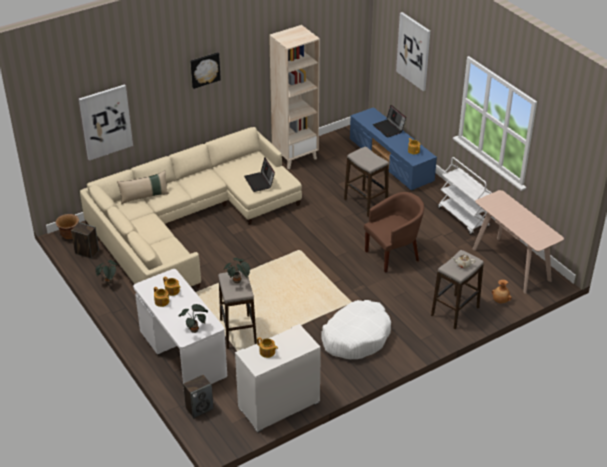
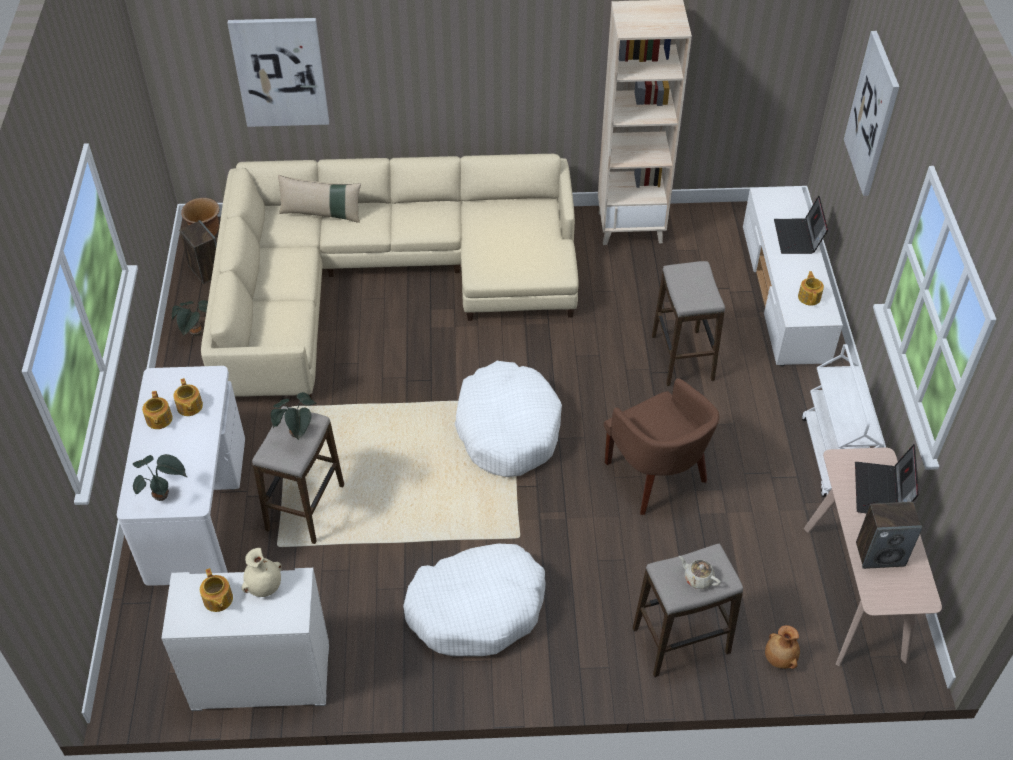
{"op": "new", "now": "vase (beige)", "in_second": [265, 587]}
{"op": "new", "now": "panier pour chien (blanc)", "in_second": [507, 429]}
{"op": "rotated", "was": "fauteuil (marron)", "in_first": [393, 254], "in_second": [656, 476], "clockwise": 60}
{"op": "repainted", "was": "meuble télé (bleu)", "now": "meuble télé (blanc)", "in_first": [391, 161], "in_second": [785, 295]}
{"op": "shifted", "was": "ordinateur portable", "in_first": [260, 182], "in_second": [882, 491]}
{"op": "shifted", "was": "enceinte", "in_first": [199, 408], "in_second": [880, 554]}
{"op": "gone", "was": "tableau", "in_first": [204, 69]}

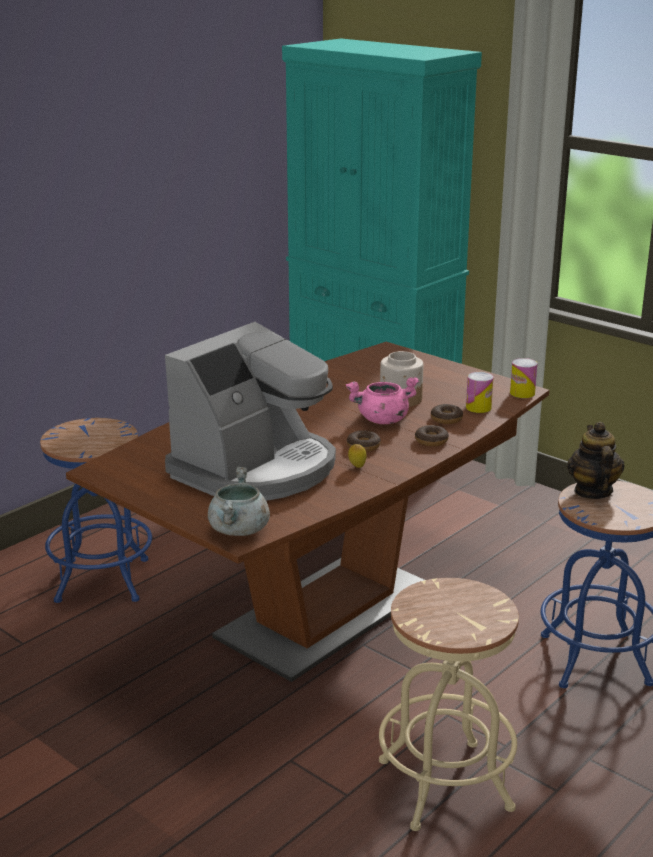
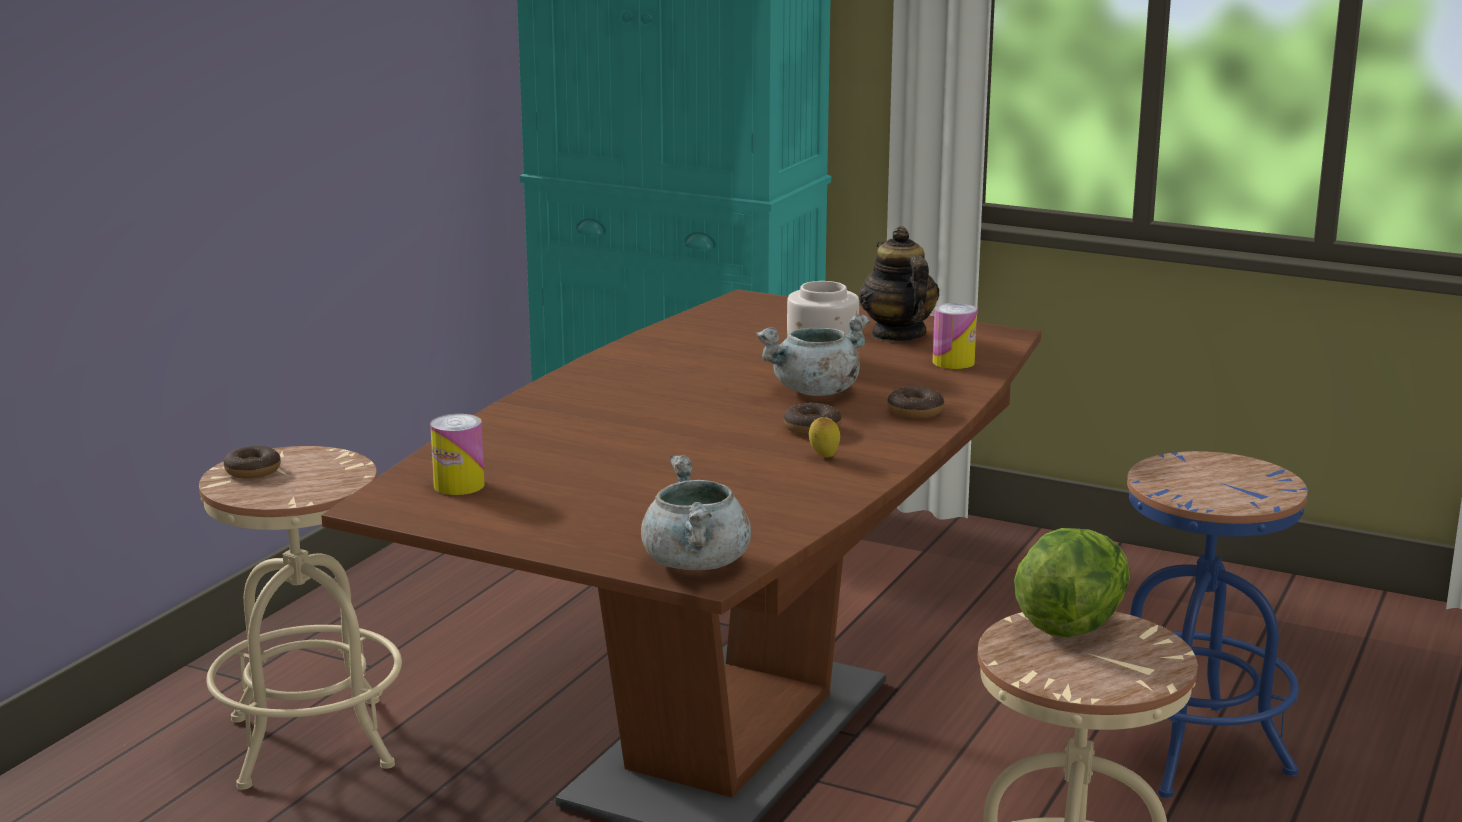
{"op": "repainted", "was": "tabouret (bleu)", "now": "tabouret (beige)", "in_first": [102, 580], "in_second": [311, 743]}
{"op": "shifted", "was": "beignet", "in_first": [446, 419], "in_second": [253, 471]}
{"op": "shifted", "was": "boîte métallique", "in_first": [522, 393], "in_second": [459, 485]}
{"op": "repainted", "was": "marmite (rose)", "now": "marmite (gris)", "in_first": [382, 420], "in_second": [815, 391]}
{"op": "shifted", "was": "théière", "in_first": [592, 491], "in_second": [897, 335]}
{"op": "new", "now": "laitue", "in_second": [1072, 622]}
{"op": "gone", "was": "machine à café", "in_first": [256, 469]}

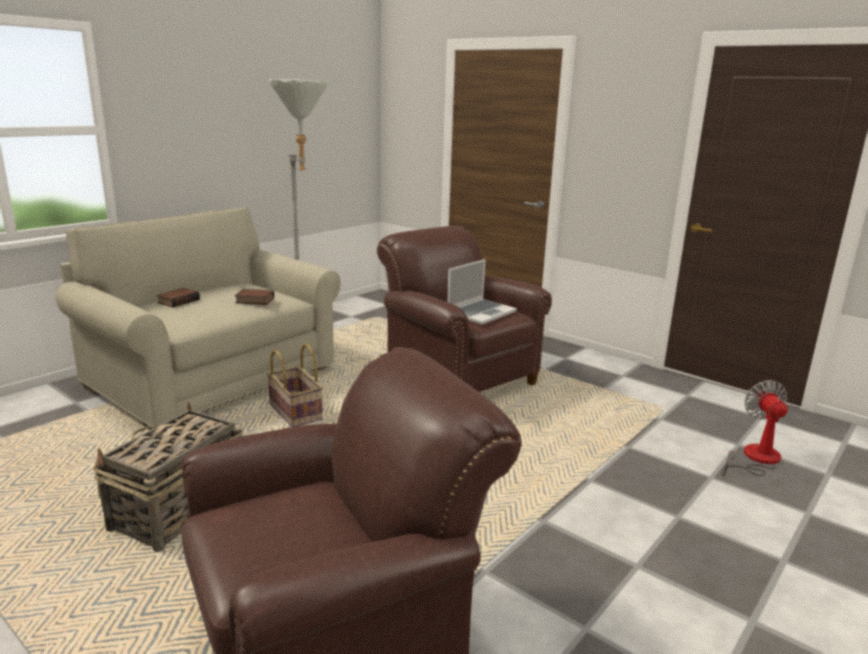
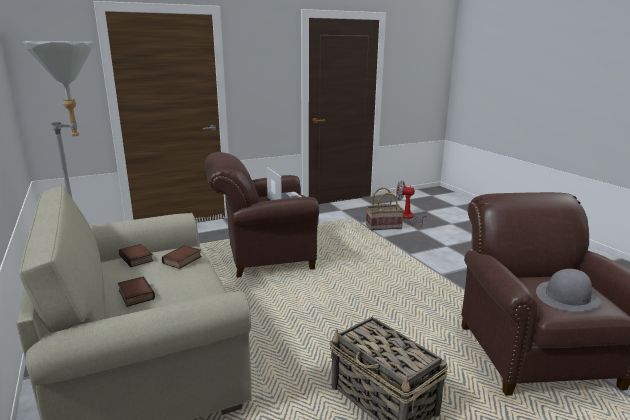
{"op": "new", "now": "livre", "in_second": [137, 258]}
{"op": "shifted", "was": "panier", "in_first": [296, 412], "in_second": [383, 226]}
{"op": "new", "now": "chapeau (gris)", "in_second": [567, 297]}

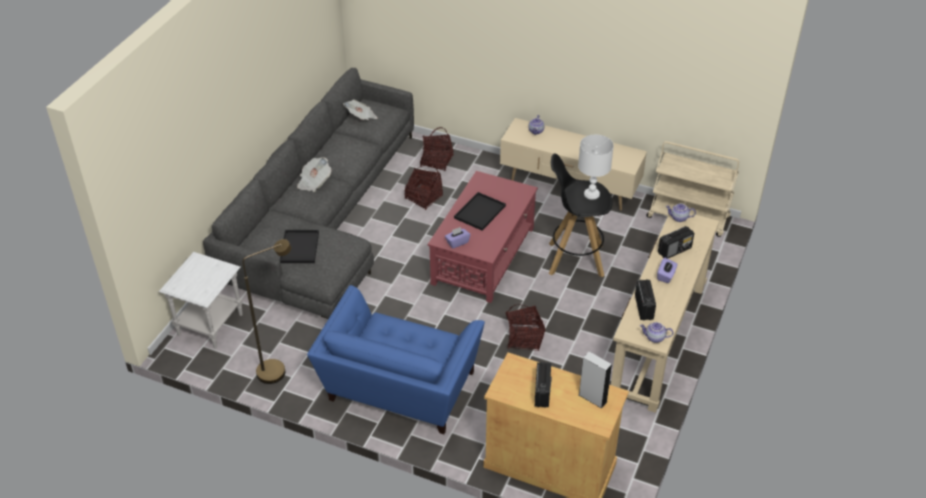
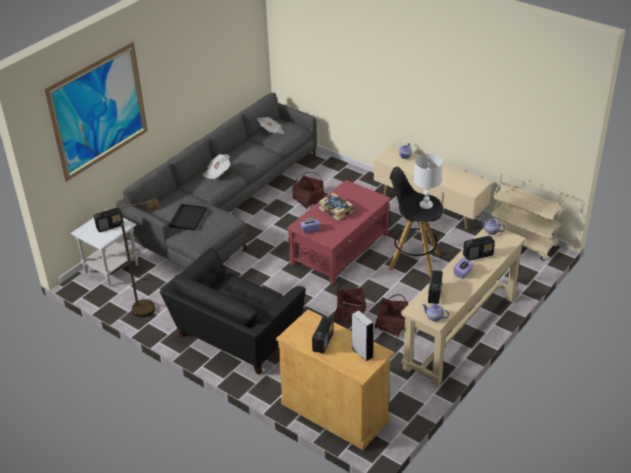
{"op": "new", "now": "tableau", "in_second": [99, 111]}
{"op": "new", "now": "radio", "in_second": [110, 226]}
{"op": "repainted", "was": "fauteuil (bleu)", "now": "fauteuil (noir)", "in_first": [399, 389], "in_second": [237, 336]}
{"op": "swapped", "was": "plateau (noir)", "now": "livre", "in_first": [479, 213], "in_second": [336, 210]}
{"op": "shifted", "was": "panier", "in_first": [437, 161], "in_second": [392, 325]}

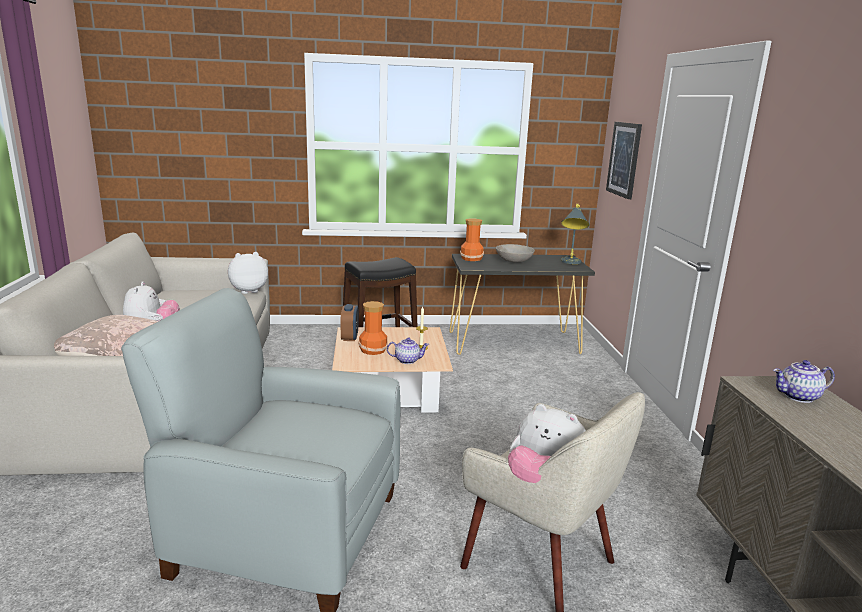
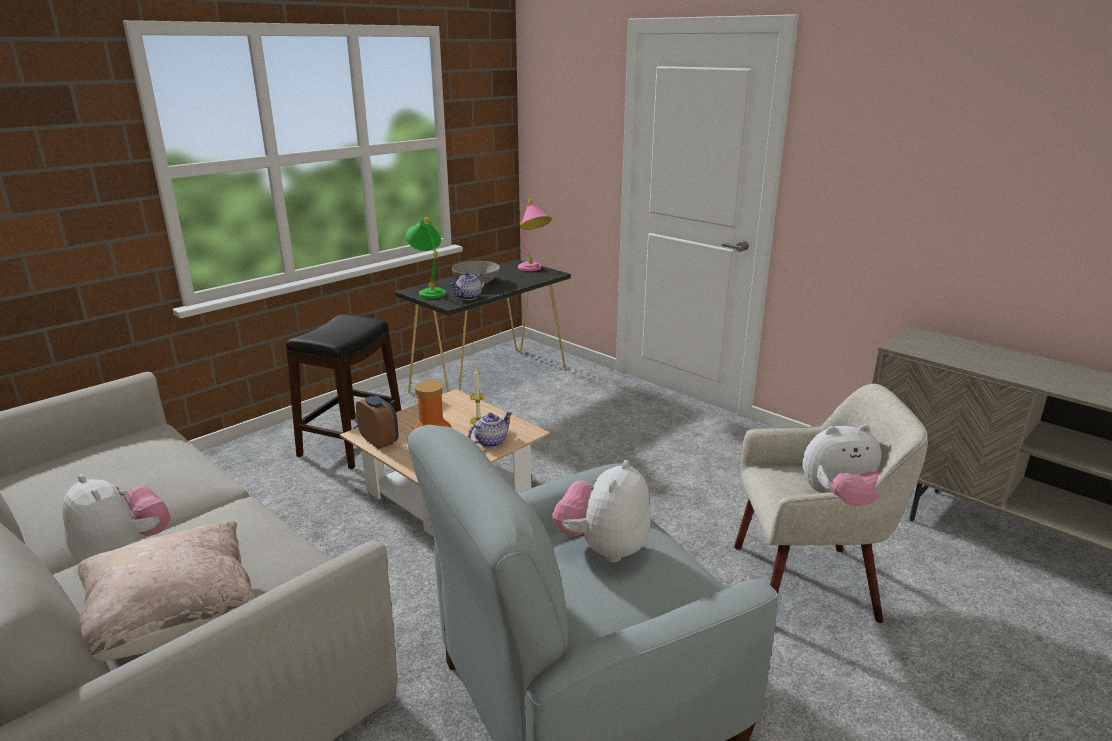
{"op": "swapped", "was": "vase", "now": "lampe de table (vert)", "in_first": [471, 258], "in_second": [429, 291]}
{"op": "shifted", "was": "théière", "in_first": [798, 397], "in_second": [469, 297]}
{"op": "repainted", "was": "lampe de table (gris)", "now": "lampe de table (rose)", "in_first": [570, 263], "in_second": [533, 270]}
{"op": "shifted", "was": "peluche", "in_first": [248, 291], "in_second": [603, 548]}
{"op": "gone", "was": "tableau", "in_first": [624, 159]}

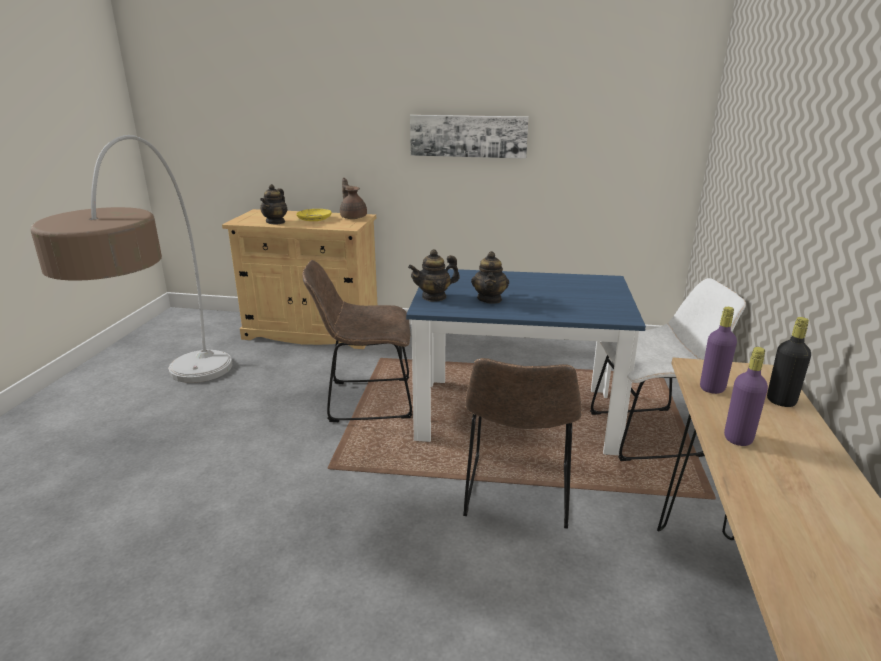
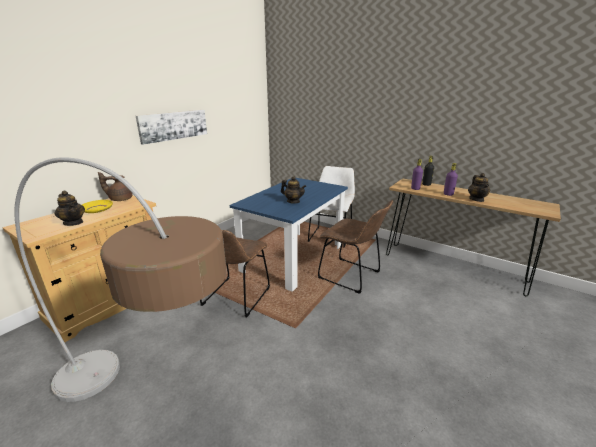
{"op": "shifted", "was": "théière", "in_first": [434, 297], "in_second": [476, 199]}

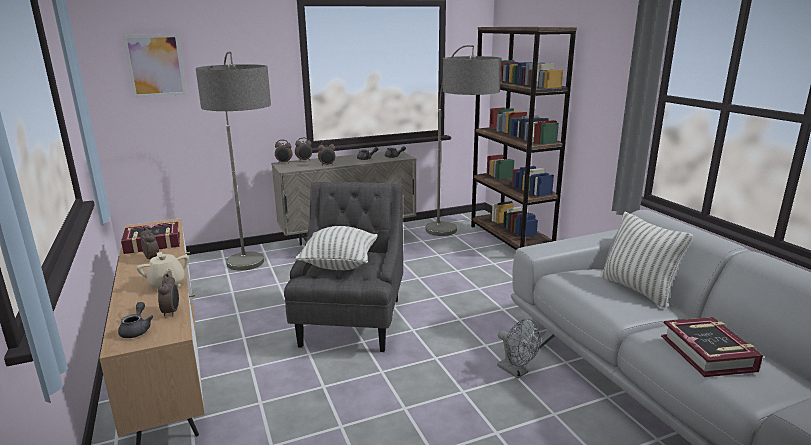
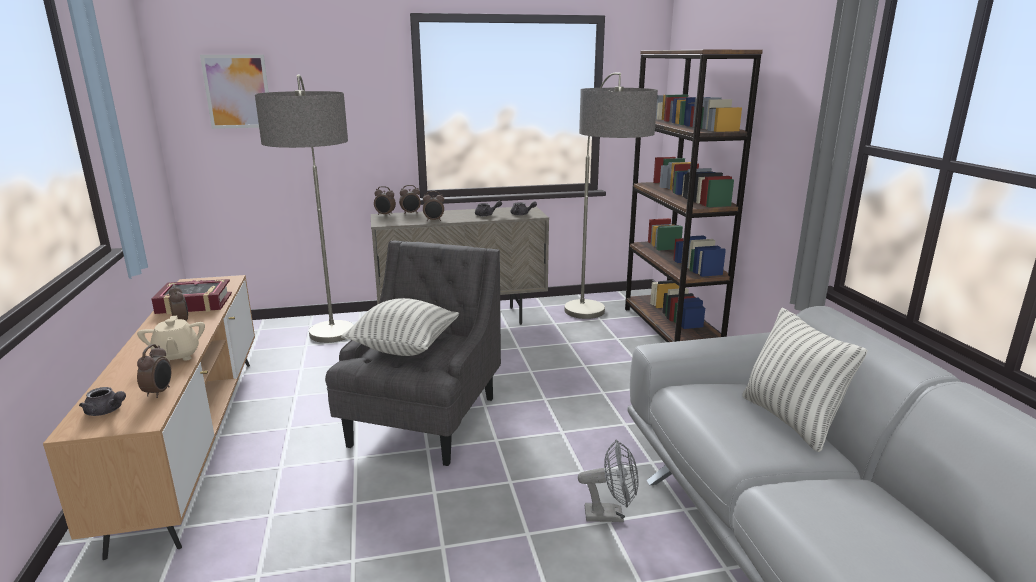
{"op": "rotated", "was": "théière (gris)", "in_first": [137, 330], "in_second": [106, 411], "clockwise": 105}
{"op": "rotated", "was": "ventilateur (gris)", "in_first": [516, 372], "in_second": [610, 515], "clockwise": -60}
{"op": "gone", "was": "livre", "in_first": [708, 353]}

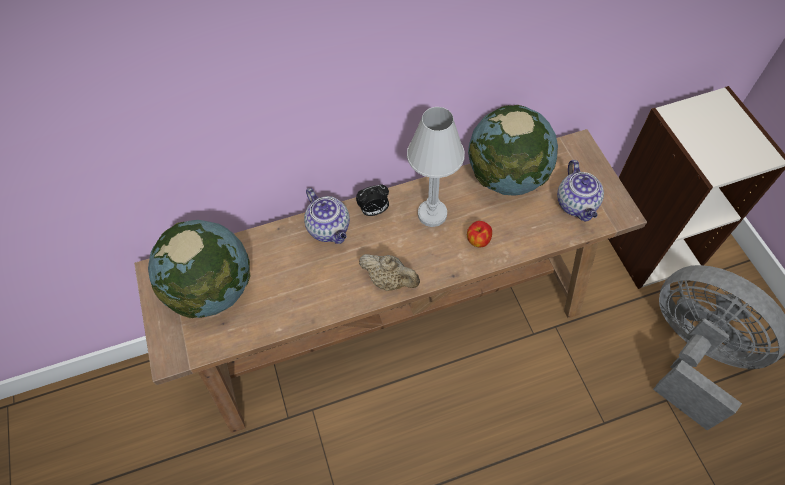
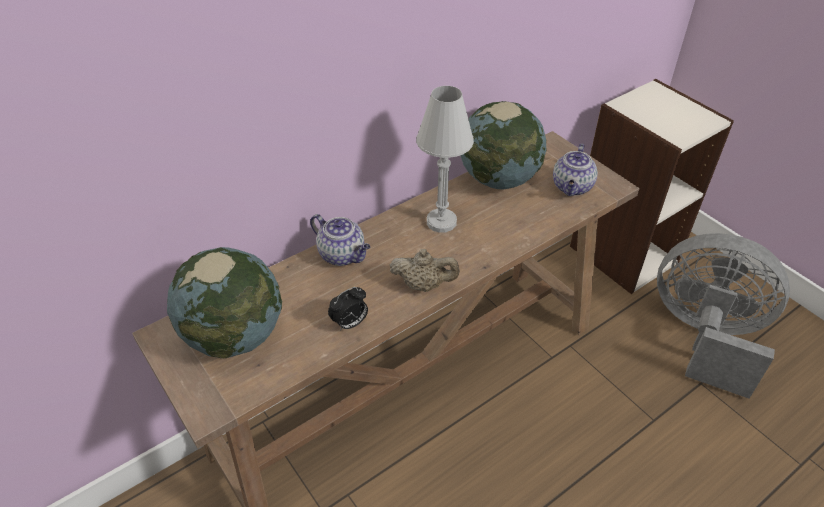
{"op": "shifted", "was": "réveil", "in_first": [374, 211], "in_second": [350, 323]}
{"op": "rotated", "was": "théière", "in_first": [577, 204], "in_second": [572, 187], "clockwise": 45}
{"op": "gone", "was": "pomme", "in_first": [478, 240]}

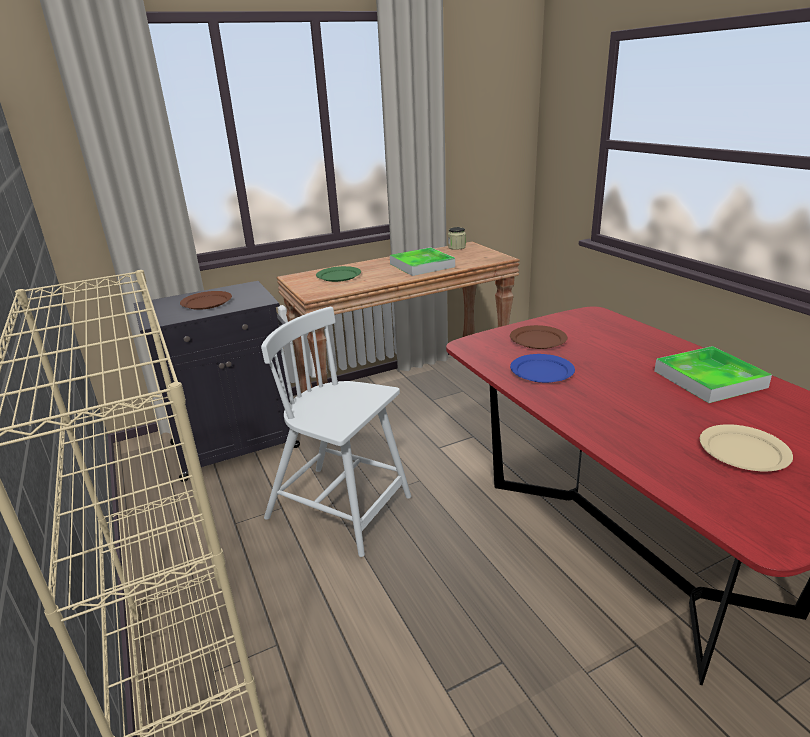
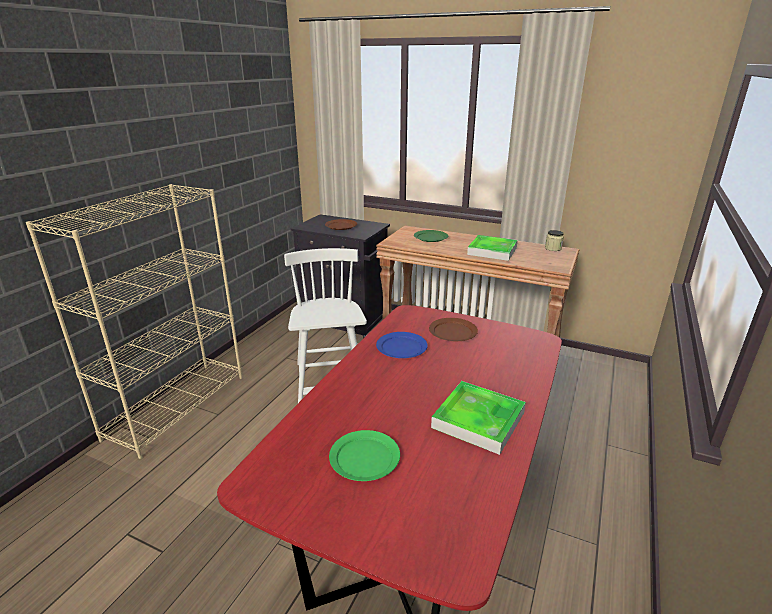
{"op": "repainted", "was": "assiette (beige)", "now": "assiette (vert)", "in_first": [742, 451], "in_second": [364, 457]}

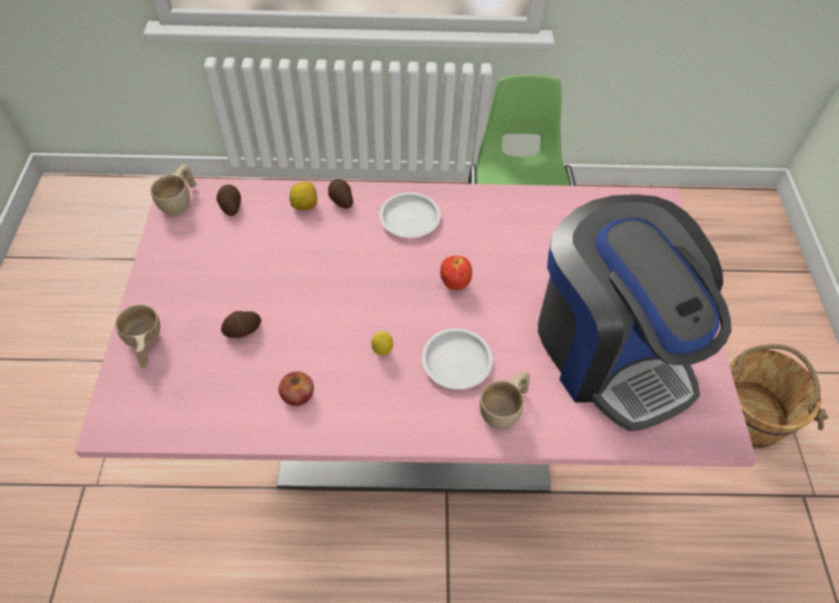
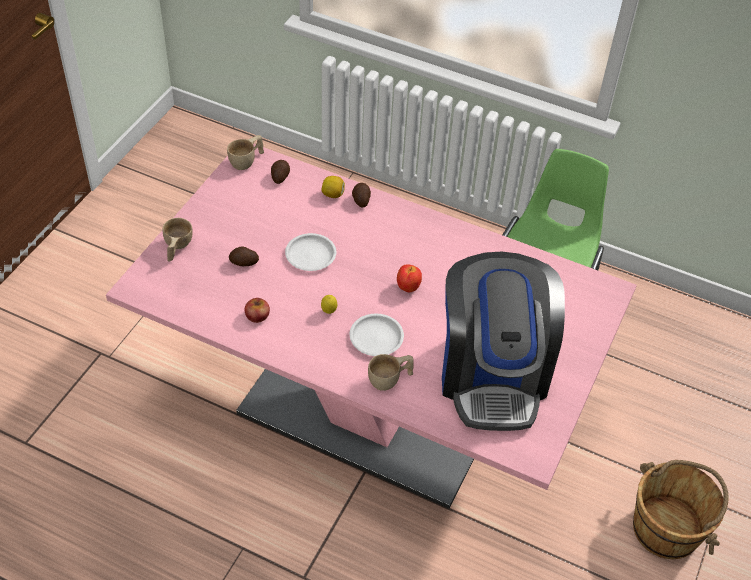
{"op": "shifted", "was": "assiette (blanc)", "in_first": [410, 219], "in_second": [311, 255]}

